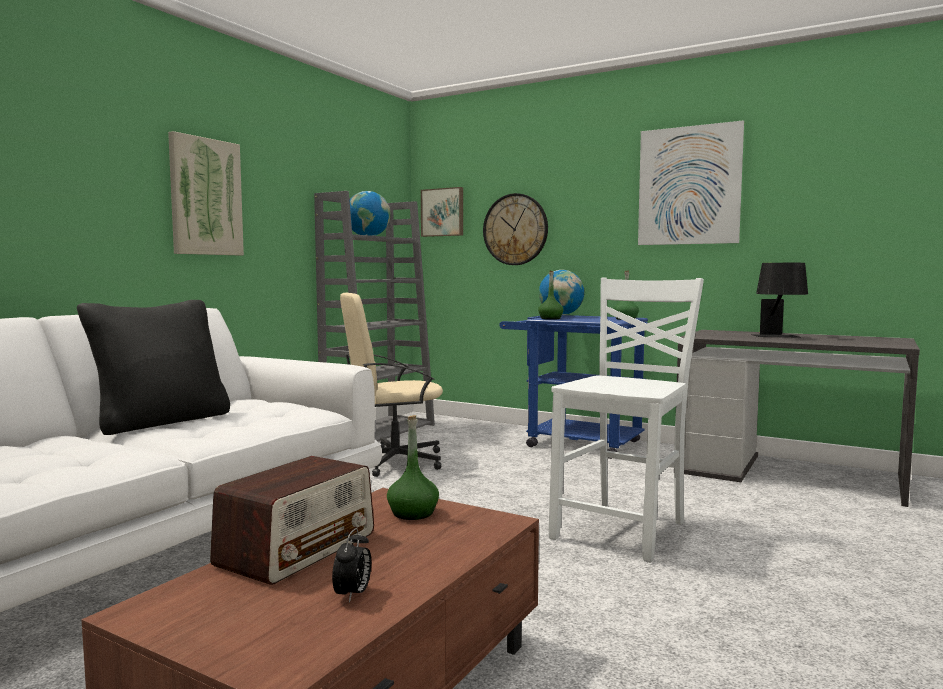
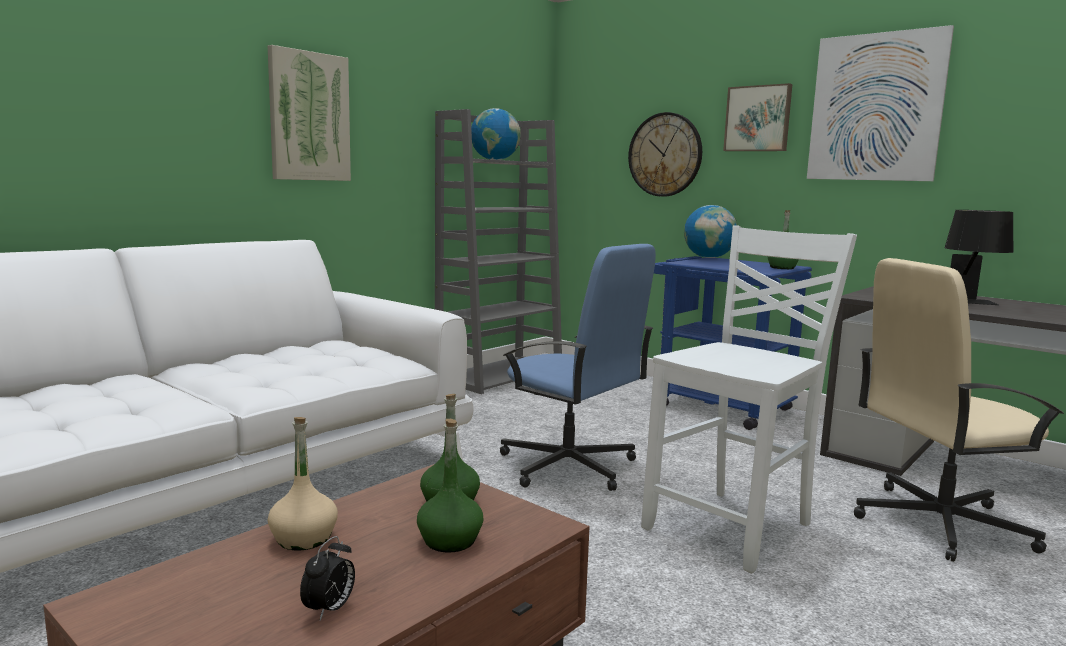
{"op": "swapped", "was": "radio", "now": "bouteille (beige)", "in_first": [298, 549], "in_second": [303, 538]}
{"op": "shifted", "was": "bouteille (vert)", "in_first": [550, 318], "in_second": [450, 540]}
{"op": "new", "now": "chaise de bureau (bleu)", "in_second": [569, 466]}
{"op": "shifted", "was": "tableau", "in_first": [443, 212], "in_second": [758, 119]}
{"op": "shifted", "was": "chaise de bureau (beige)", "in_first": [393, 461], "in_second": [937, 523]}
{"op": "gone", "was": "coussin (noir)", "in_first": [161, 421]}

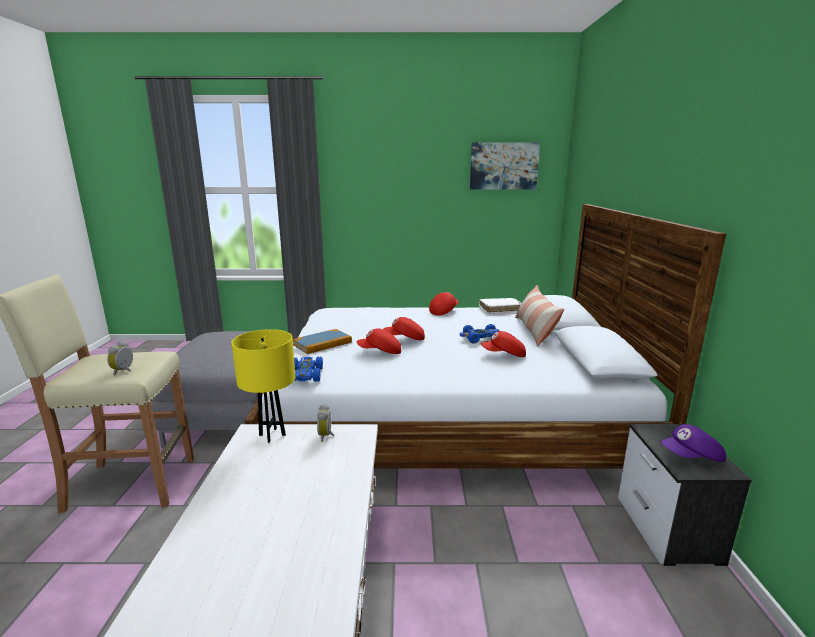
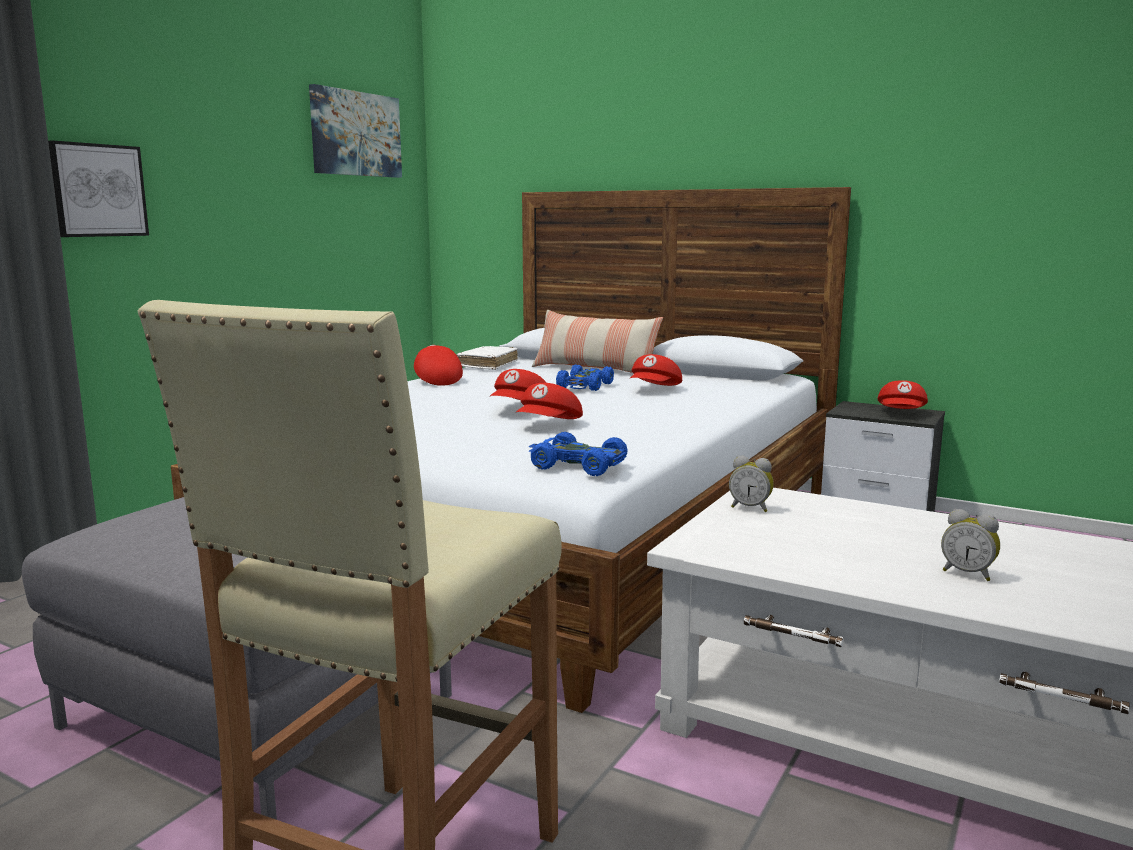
{"op": "new", "now": "tableau", "in_second": [98, 190]}
{"op": "repainted", "was": "casquette (violet)", "now": "casquette (rouge)", "in_first": [691, 457], "in_second": [902, 413]}
{"op": "shifted", "was": "réveil", "in_first": [124, 371], "in_second": [968, 573]}
{"op": "gone", "was": "lampe de table (jaune)", "in_first": [272, 435]}
{"op": "gone", "was": "livre", "in_first": [322, 344]}

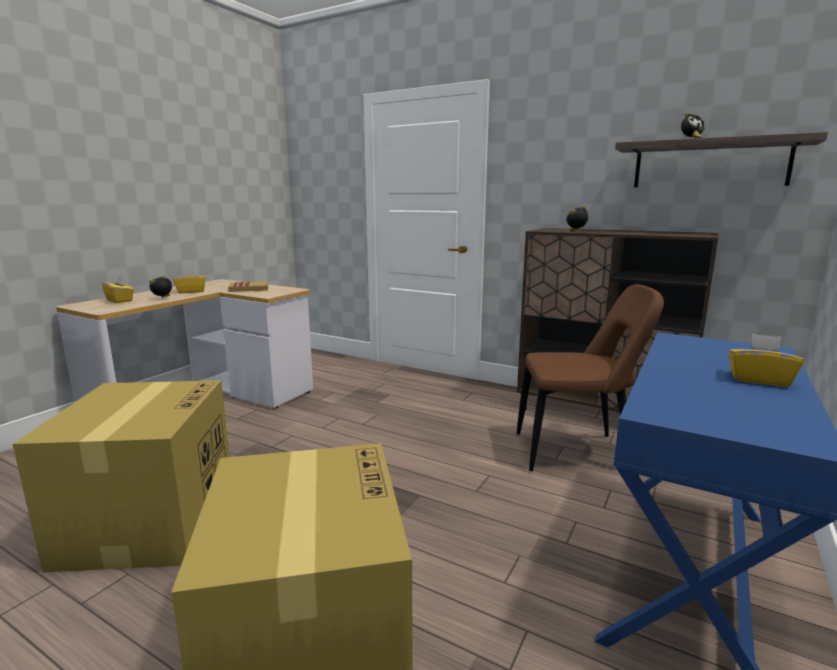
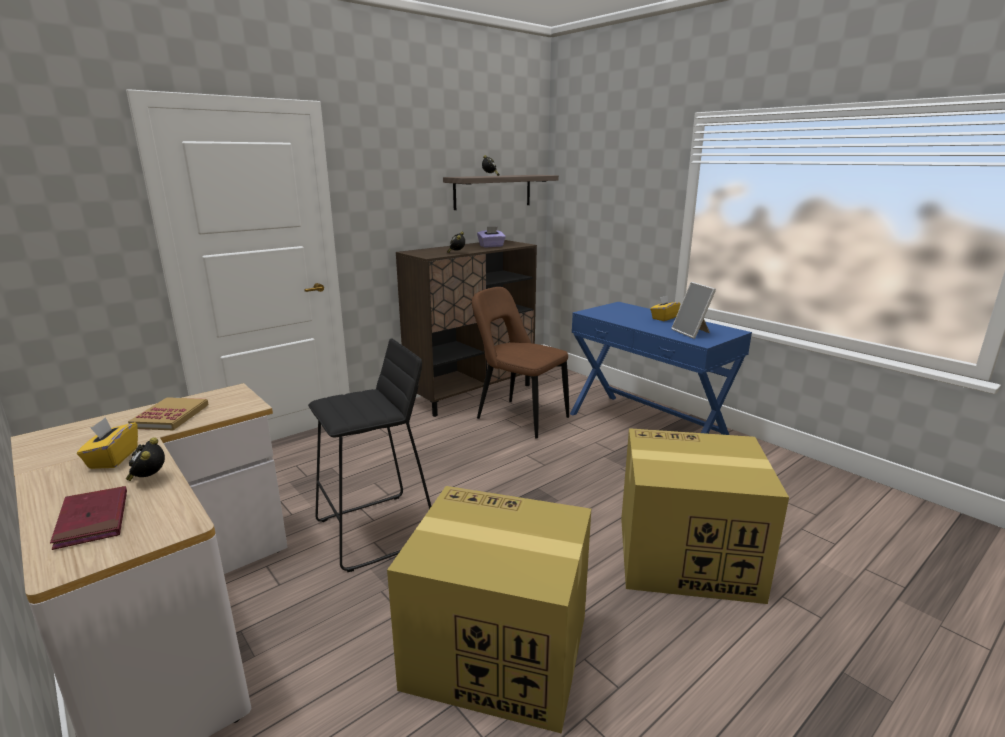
{"op": "swapped", "was": "boîte à mouchoirs (jaune)", "now": "livre (rouge)", "in_first": [120, 300], "in_second": [93, 520]}
{"op": "new", "now": "tabouret (noir)", "in_second": [376, 531]}
{"op": "rotated", "was": "chaise (marron)", "in_first": [577, 453], "in_second": [519, 417], "clockwise": -75}
{"op": "new", "now": "boîte à mouchoirs (violet)", "in_second": [491, 246]}
{"op": "new", "now": "cadre photo", "in_second": [692, 333]}

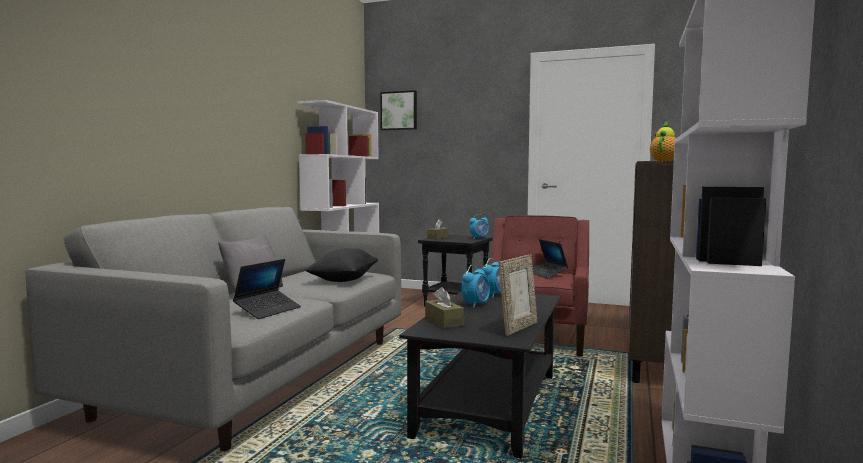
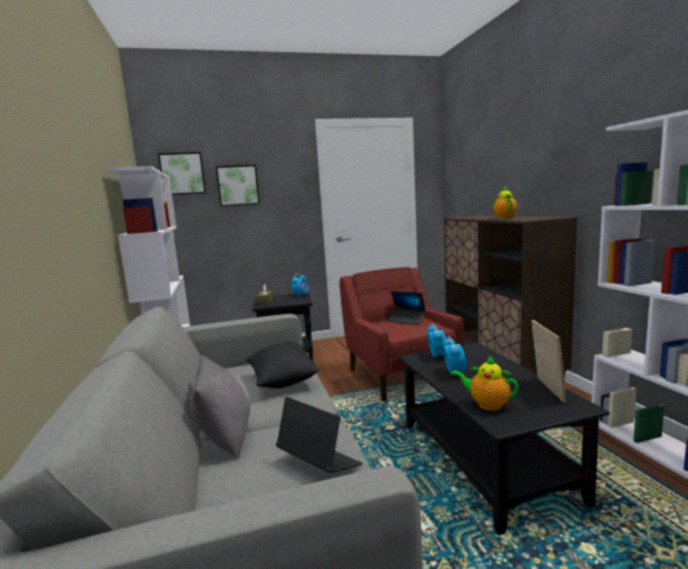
{"op": "new", "now": "tableau", "in_second": [238, 185]}
{"op": "rotated", "was": "ordinateur portable", "in_first": [268, 310], "in_second": [319, 463], "clockwise": -45}
{"op": "swapped", "was": "boîte à mouchoirs (marron)", "now": "théière", "in_first": [444, 322], "in_second": [486, 404]}

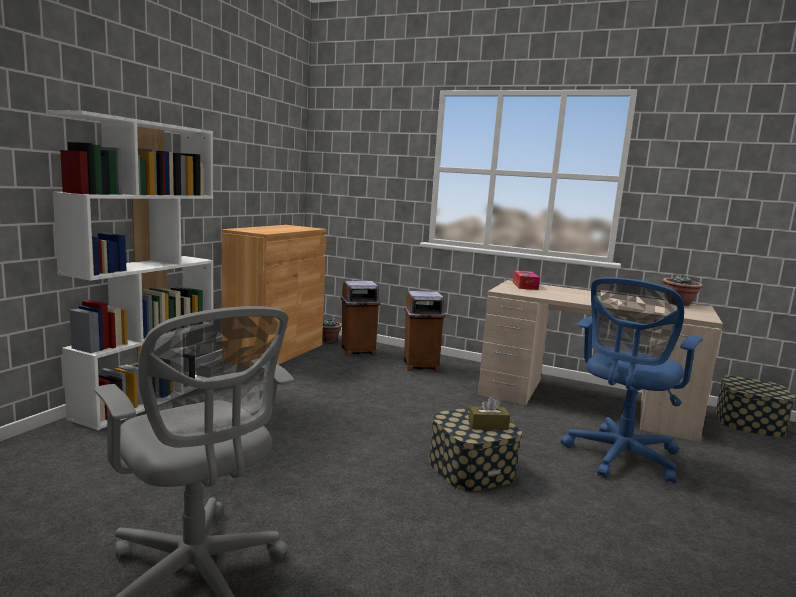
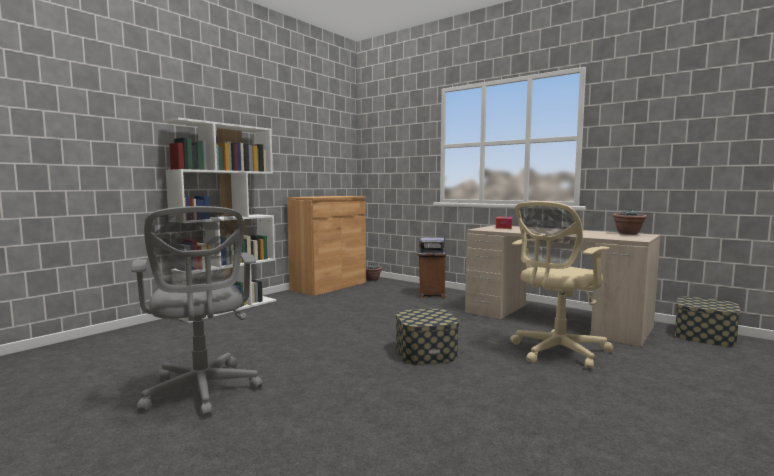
{"op": "repainted", "was": "chaise de bureau (bleu)", "now": "chaise de bureau (beige)", "in_first": [620, 458], "in_second": [556, 352]}
{"op": "gone", "was": "poubelle (marron)", "in_first": [357, 351]}
{"op": "gone", "was": "boîte à mouchoirs (marron)", "in_first": [488, 425]}

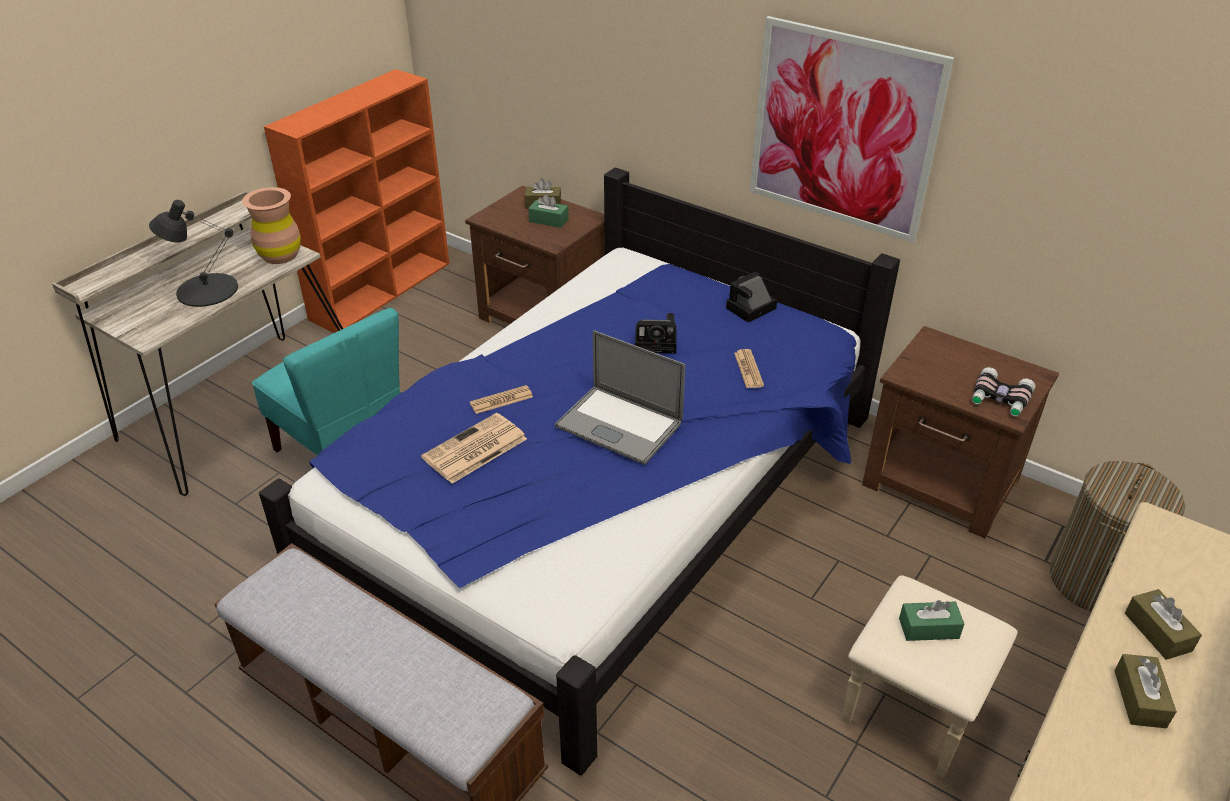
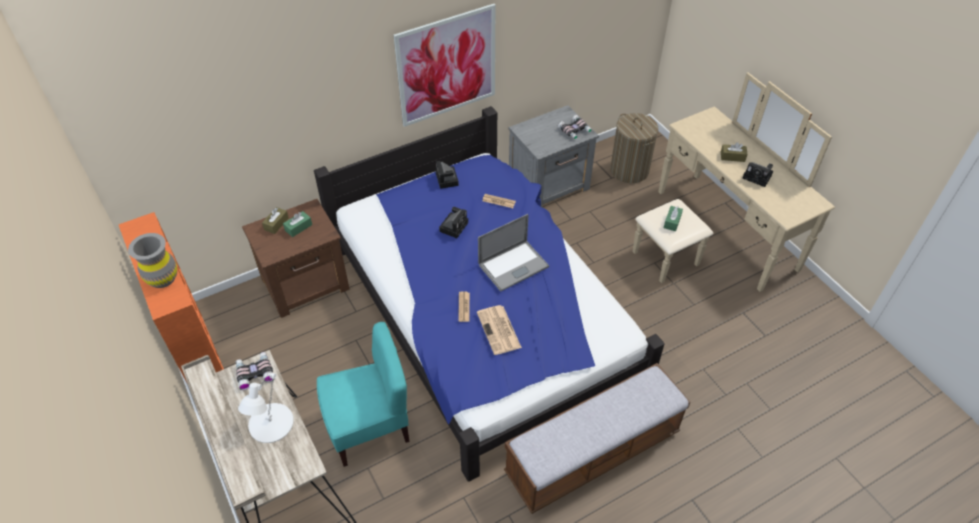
{"op": "new", "now": "vase (gris)", "in_second": [162, 278]}
{"op": "swapped", "was": "vase (marron)", "now": "jumelles", "in_first": [280, 255], "in_second": [255, 372]}
{"op": "repainted", "was": "lampe de table (noir)", "now": "lampe de table (blanc)", "in_first": [206, 290], "in_second": [270, 423]}
{"op": "repainted", "was": "table de chevet (marron)", "now": "table de chevet (gris)", "in_first": [942, 484], "in_second": [550, 185]}
{"op": "swapped", "was": "boîte à mouchoirs (marron)", "now": "appareil photo", "in_first": [1139, 698], "in_second": [758, 177]}

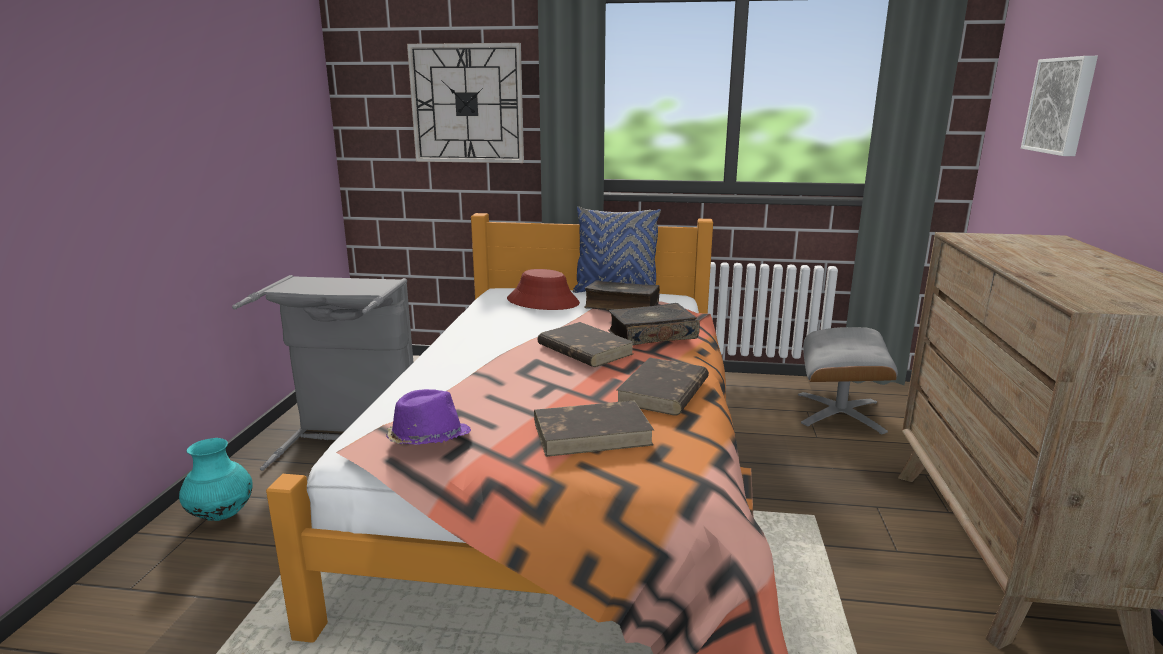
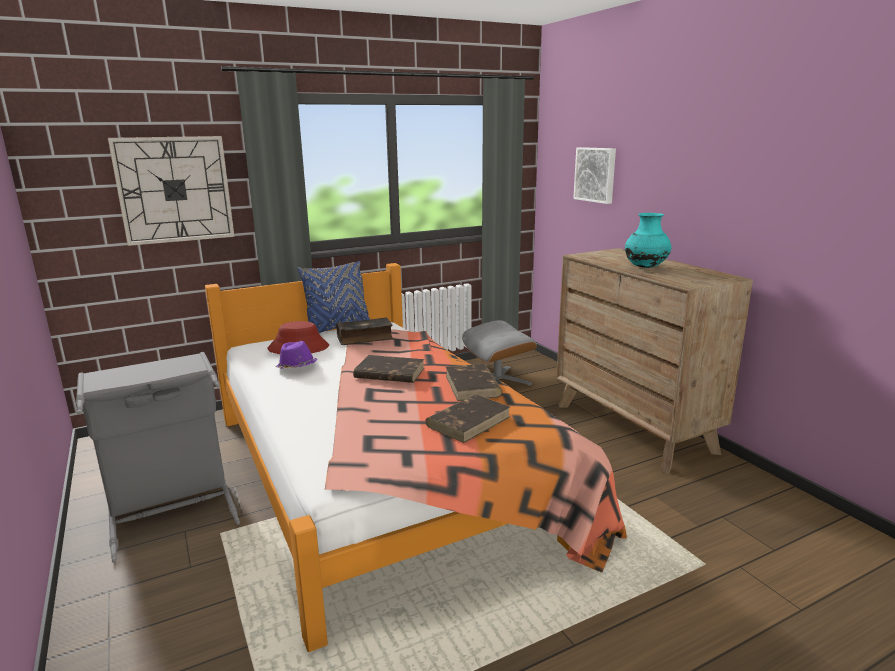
{"op": "shifted", "was": "chapeau (violet)", "in_first": [427, 440], "in_second": [296, 368]}
{"op": "shifted", "was": "vase (turquoise)", "in_first": [222, 515], "in_second": [645, 267]}
{"op": "gone", "was": "livre", "in_first": [651, 335]}

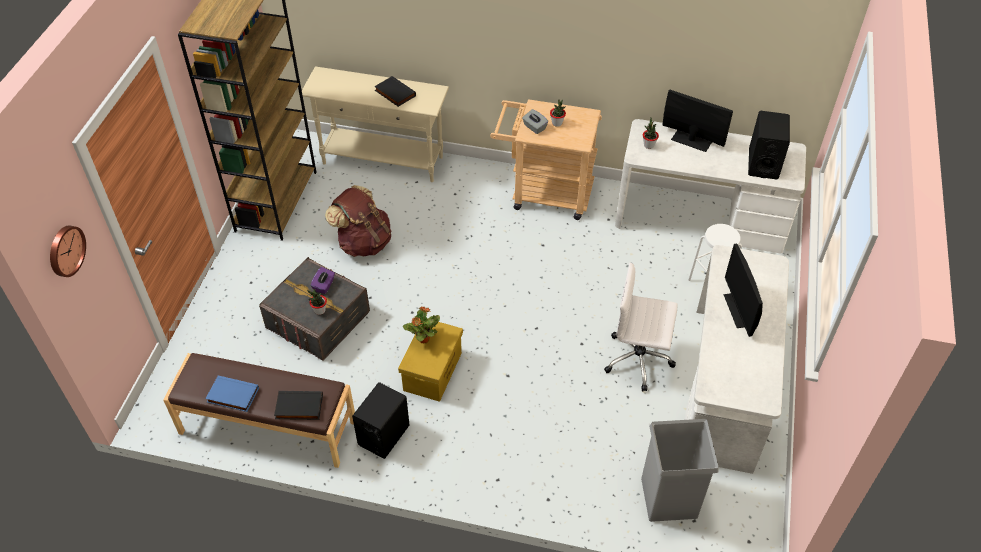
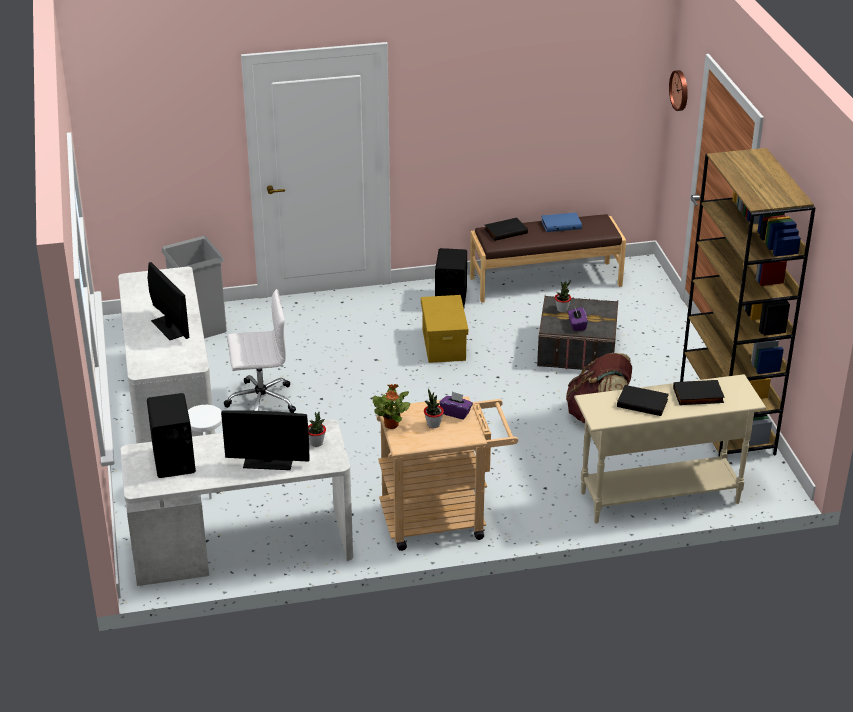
{"op": "shifted", "was": "plante en pot", "in_first": [423, 339], "in_second": [391, 424]}
{"op": "repainted", "was": "boîte à mouchoirs (gris)", "now": "boîte à mouchoirs (violet)", "in_first": [534, 127], "in_second": [456, 413]}
{"op": "new", "now": "livre (noir)", "in_second": [698, 396]}

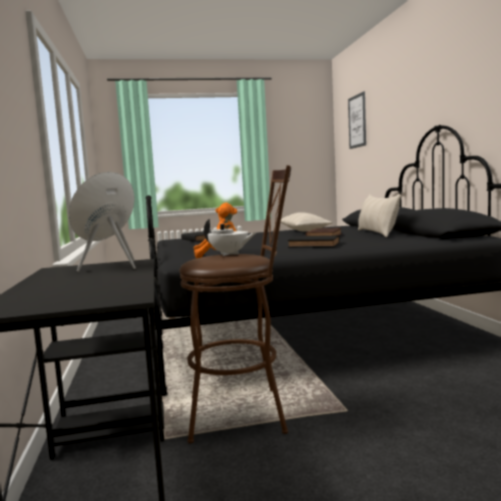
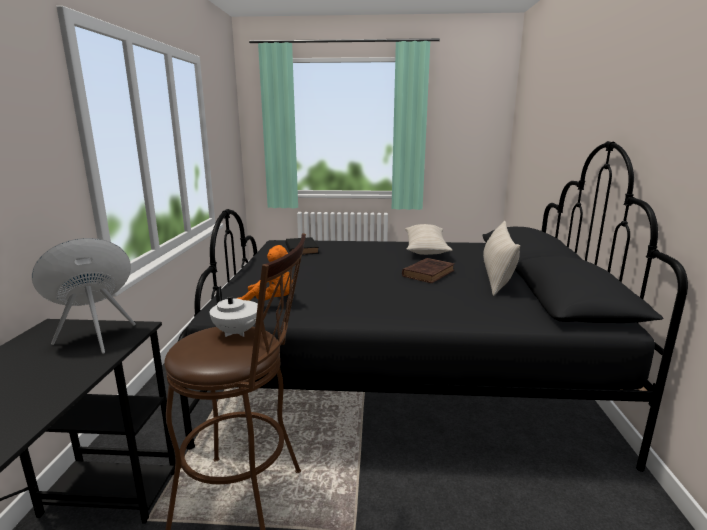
{"op": "gone", "was": "livre (noir)", "in_first": [315, 245]}
{"op": "gone", "was": "tableau", "in_first": [357, 121]}

